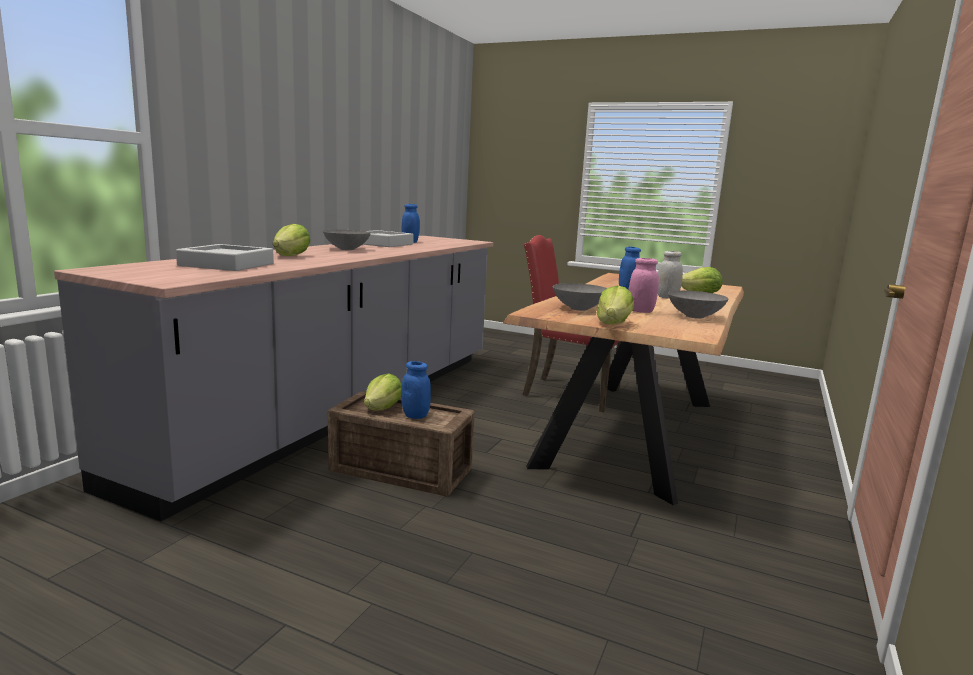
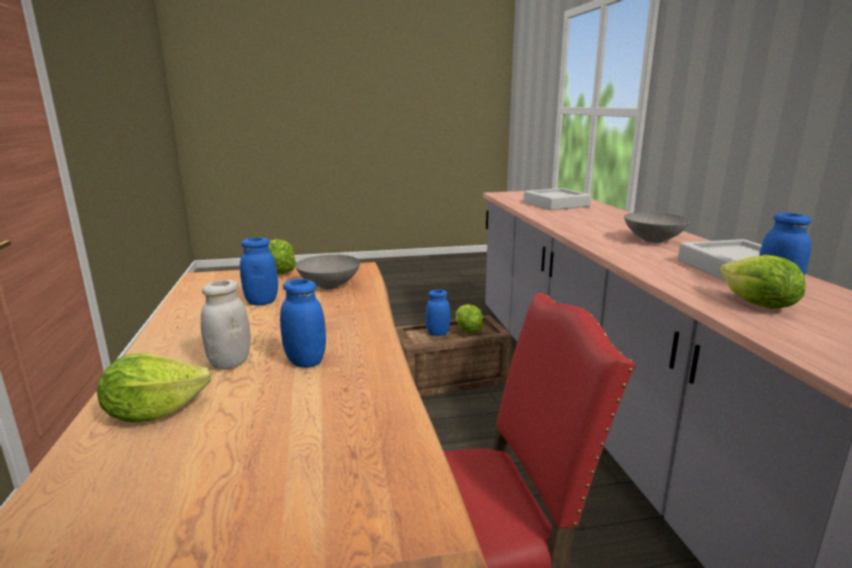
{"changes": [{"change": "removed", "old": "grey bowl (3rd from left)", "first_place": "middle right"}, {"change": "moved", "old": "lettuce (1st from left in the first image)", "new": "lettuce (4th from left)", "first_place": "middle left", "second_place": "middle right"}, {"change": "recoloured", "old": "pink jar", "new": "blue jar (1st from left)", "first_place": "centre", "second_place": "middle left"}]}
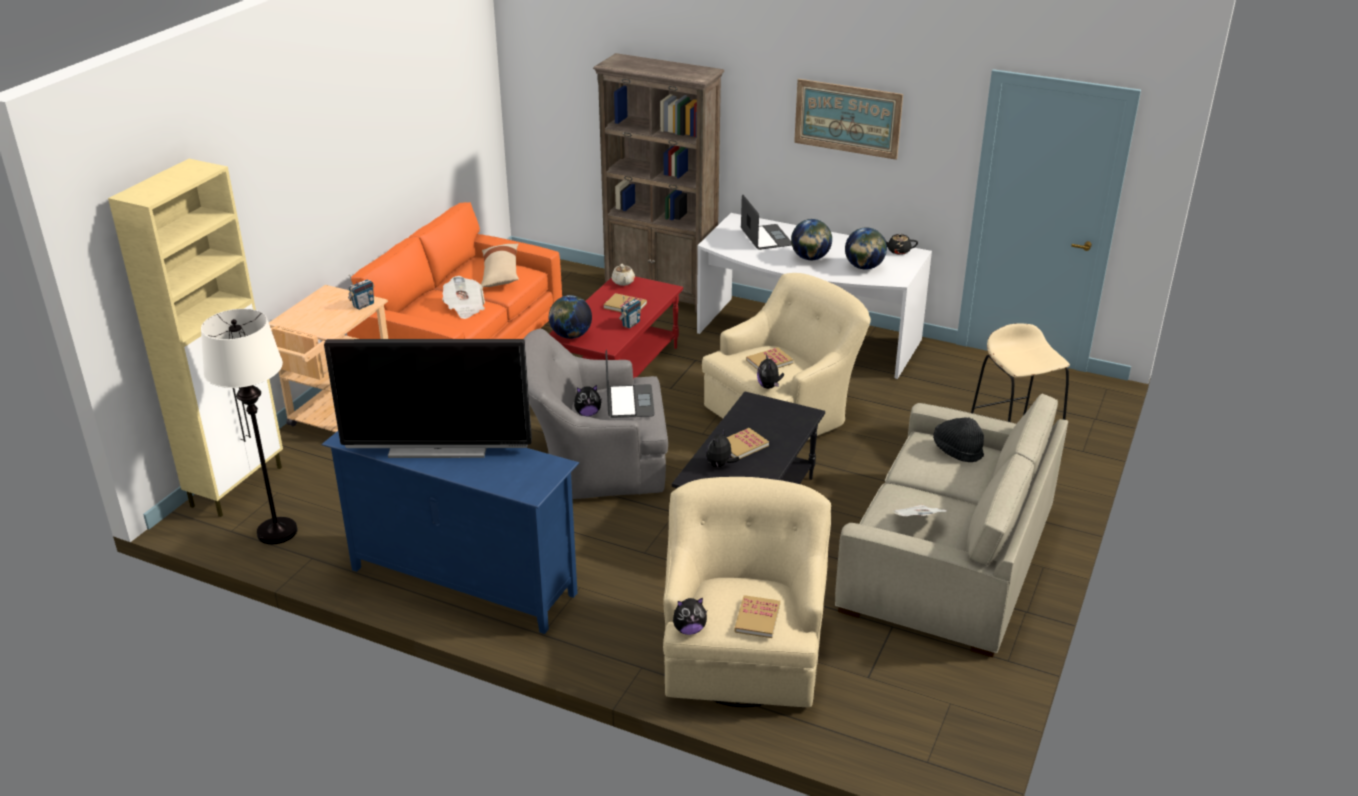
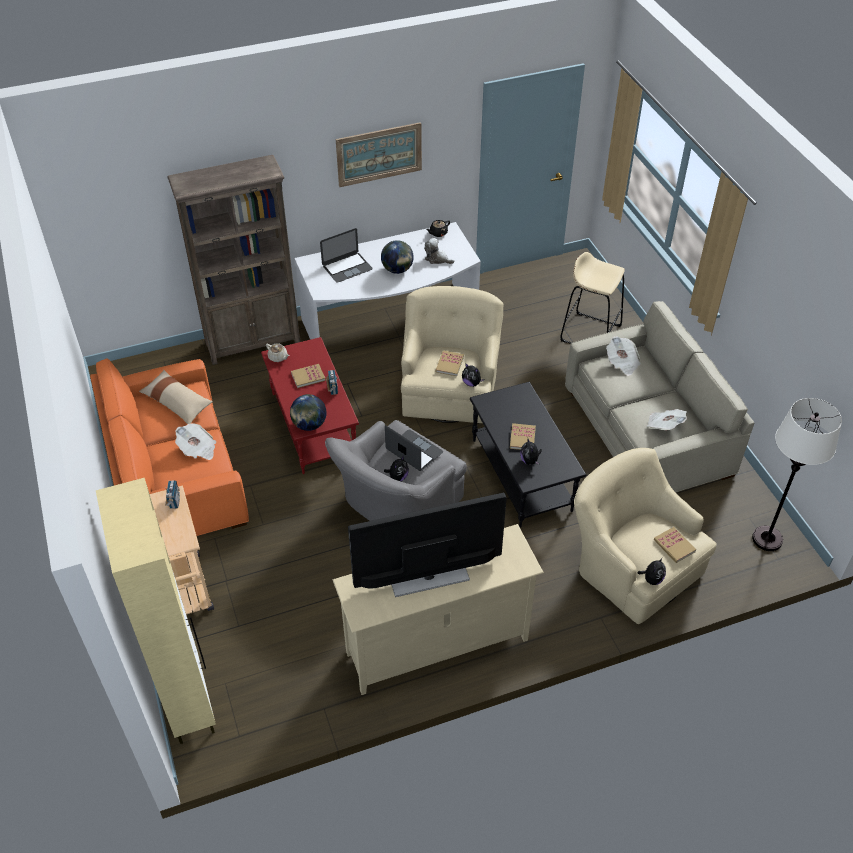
{"changes": [{"change": "moved", "old": "white floor lamp", "first_place": "middle left", "second_place": "middle right"}, {"change": "replaced", "old": "globe (3rd from left)", "new": "plush toy (2nd from left)", "first_place": "top centre", "second_place": "top centre"}, {"change": "replaced", "old": "black hat", "new": "newspaper (2nd from left)", "first_place": "middle right", "second_place": "middle right"}, {"change": "recoloured", "old": "blue tv stand", "new": "beige tv stand", "first_place": "bottom left", "second_place": "bottom centre"}, {"change": "turned", "old": "television", "first_place": "middle left", "second_place": "centre", "degrees": -150}, {"change": "turned", "old": "laptop (2nd from left in the first image)", "first_place": "top centre", "second_place": "top centre", "degrees": 120}]}
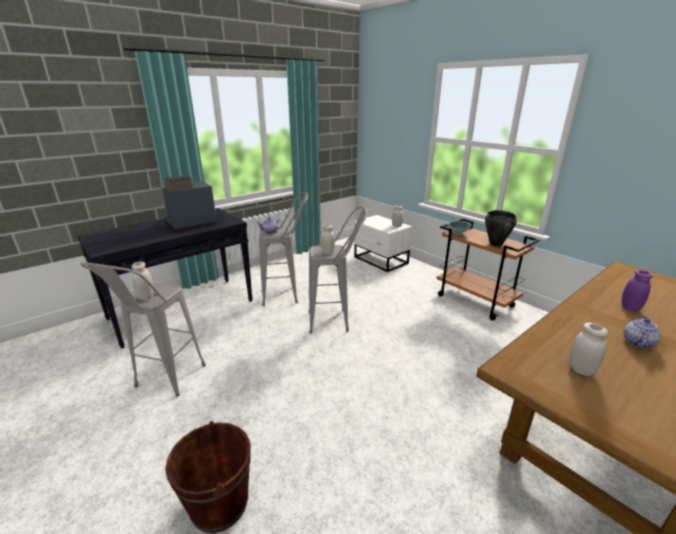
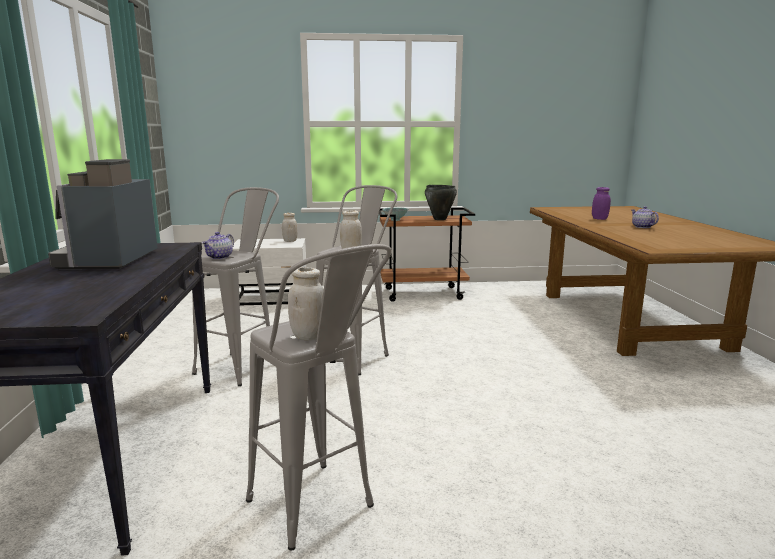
{"changes": [{"change": "removed", "old": "brown bucket", "first_place": "bottom left"}, {"change": "removed", "old": "white jar (4th from left)", "first_place": "middle right"}]}
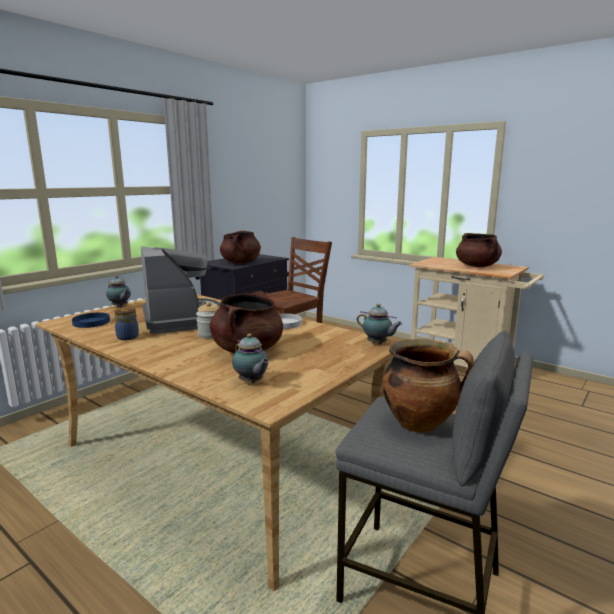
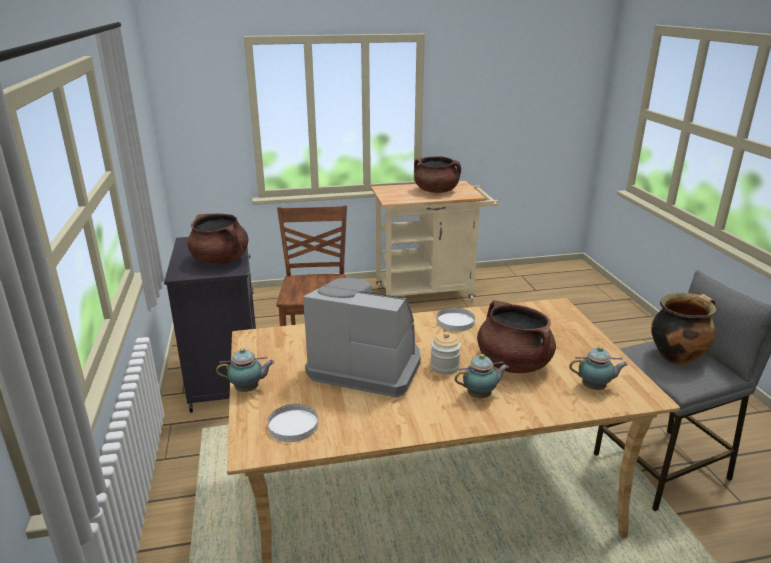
{"changes": [{"change": "removed", "old": "jar (1st from left)", "first_place": "middle left"}, {"change": "moved", "old": "teapot (3rd from left in the first image)", "new": "teapot (2nd from left)", "first_place": "centre", "second_place": "bottom centre"}, {"change": "recoloured", "old": "blue plate", "new": "white plate (1st from left)", "first_place": "middle left", "second_place": "bottom centre"}]}
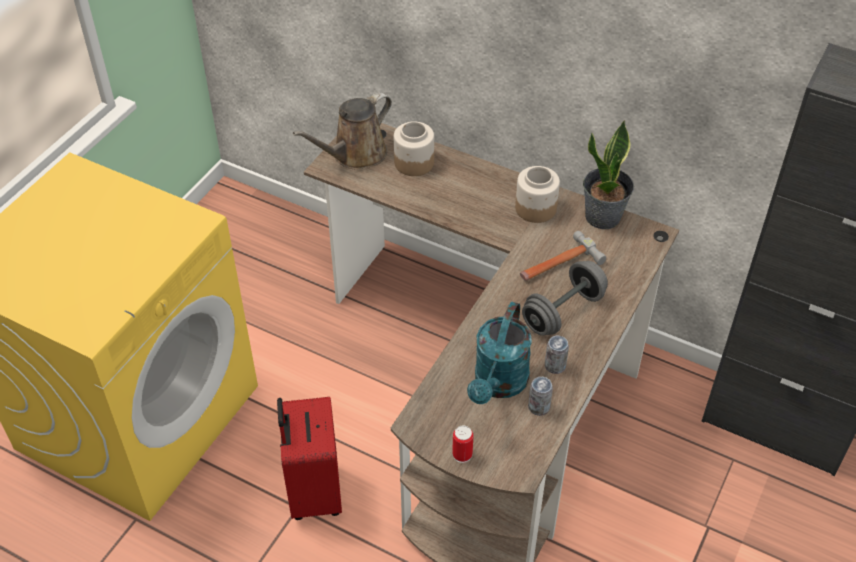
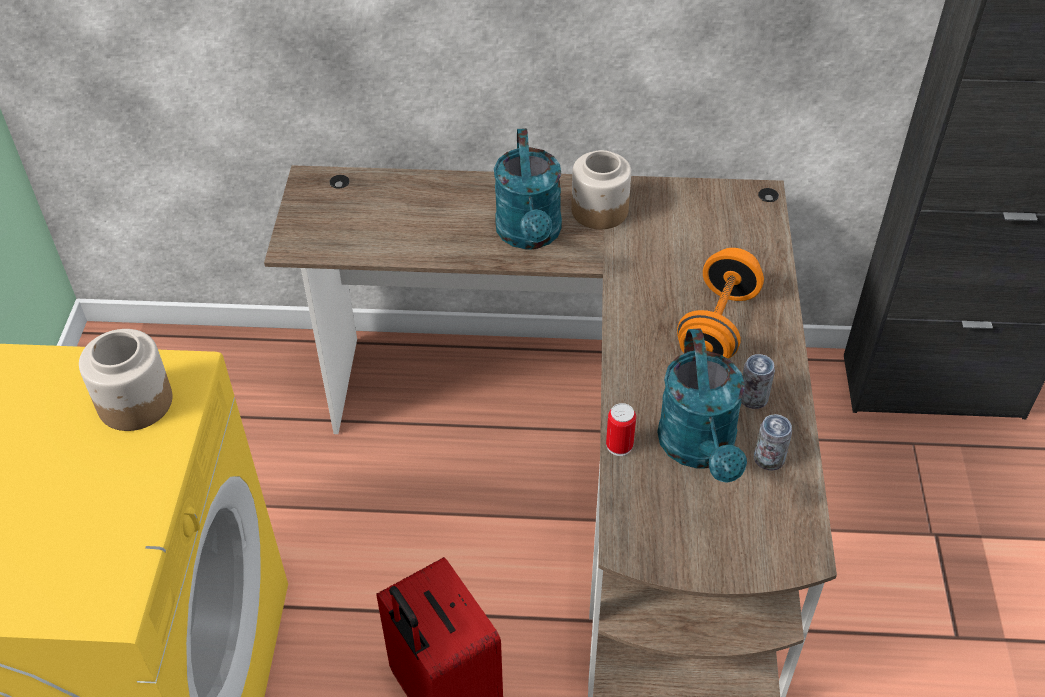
{"changes": [{"change": "removed", "old": "brown watering can", "first_place": "top centre"}, {"change": "removed", "old": "hammer", "first_place": "centre"}, {"change": "removed", "old": "potted plant", "first_place": "top right"}, {"change": "added", "new": "turquoise watering can (1st from left)", "second_place": "top centre"}, {"change": "moved", "old": "jar (1st from left)", "first_place": "top centre", "second_place": "middle left"}, {"change": "moved", "old": "can (1st from left)", "first_place": "bottom centre", "second_place": "centre"}, {"change": "recoloured", "old": "grey dumbbell", "new": "orange dumbbell", "first_place": "centre", "second_place": "middle right"}]}
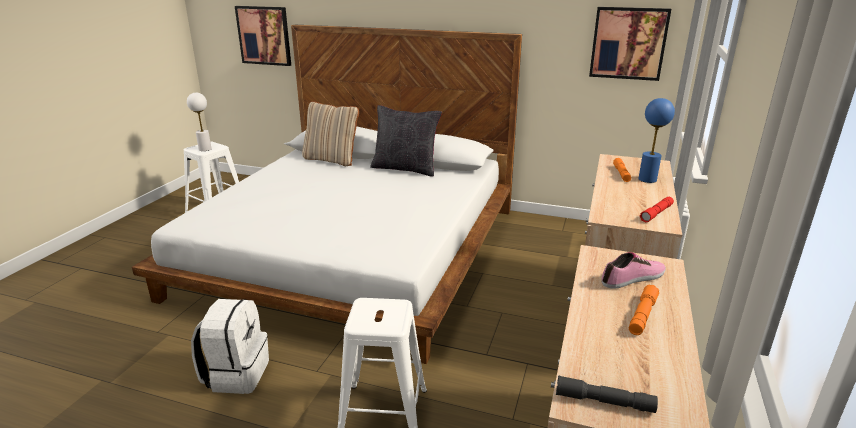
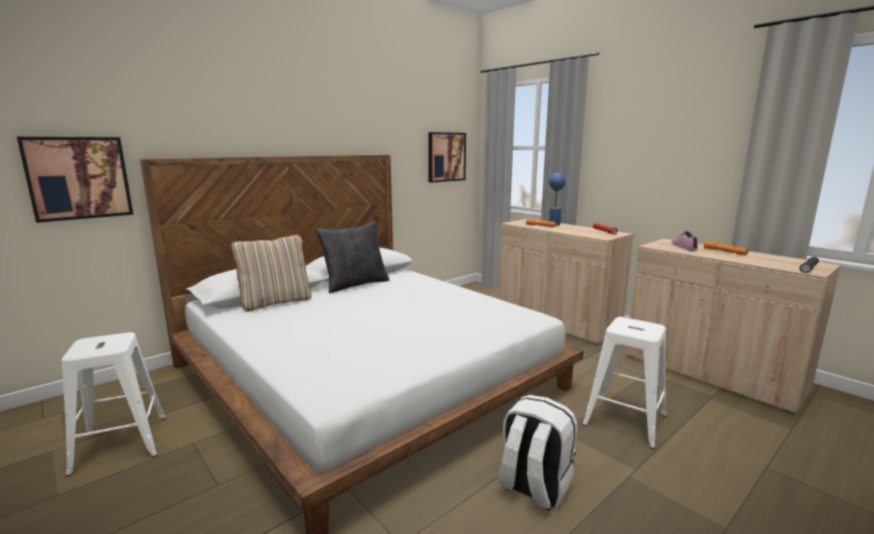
{"changes": [{"change": "removed", "old": "white table lamp", "first_place": "top left"}]}
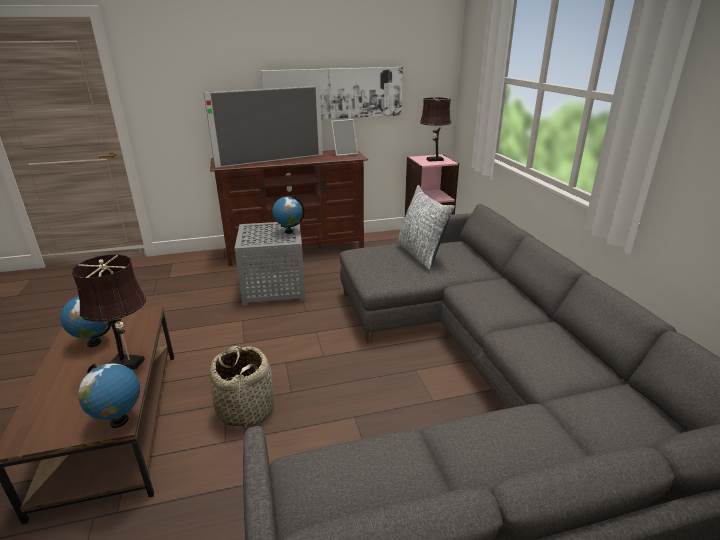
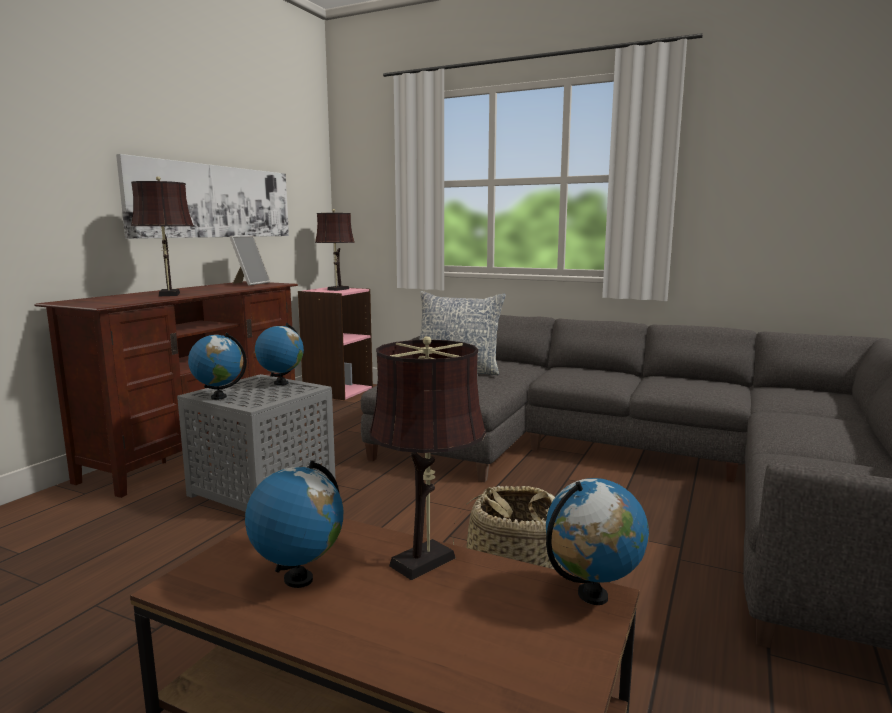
{"changes": [{"change": "added", "new": "globe (1st from left)", "second_place": "middle left"}, {"change": "replaced", "old": "television", "new": "brown table lamp (1st from left)", "first_place": "top centre", "second_place": "top left"}]}
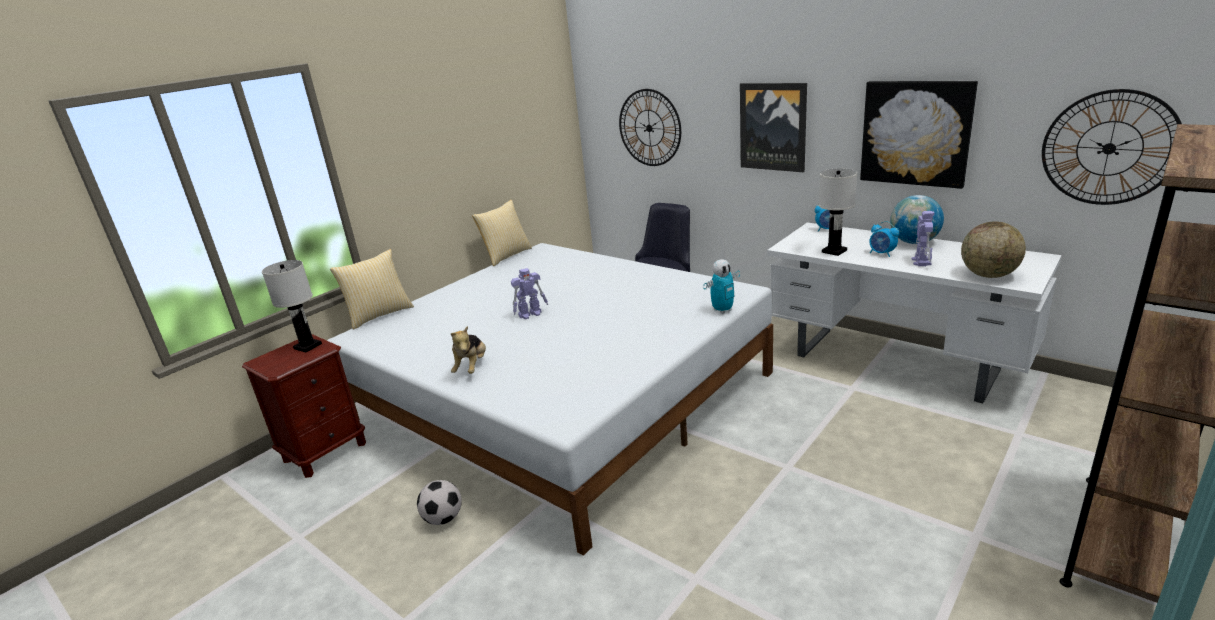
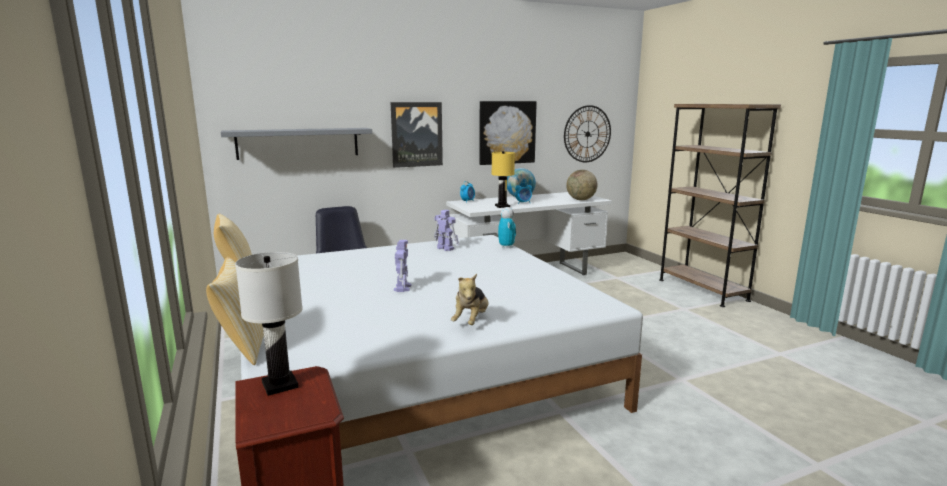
{"changes": [{"change": "removed", "old": "football", "first_place": "bottom centre"}, {"change": "moved", "old": "toy robot (3rd from left in the first image)", "new": "toy robot (2nd from left)", "first_place": "middle right", "second_place": "centre"}, {"change": "replaced", "old": "wall clock (1st from left)", "new": "grey shelf", "first_place": "top centre", "second_place": "top left"}, {"change": "recoloured", "old": "white table lamp (2nd from left)", "new": "yellow table lamp", "first_place": "middle right", "second_place": "centre"}, {"change": "turned", "old": "plush toy", "first_place": "centre", "second_place": "centre", "degrees": 75}]}
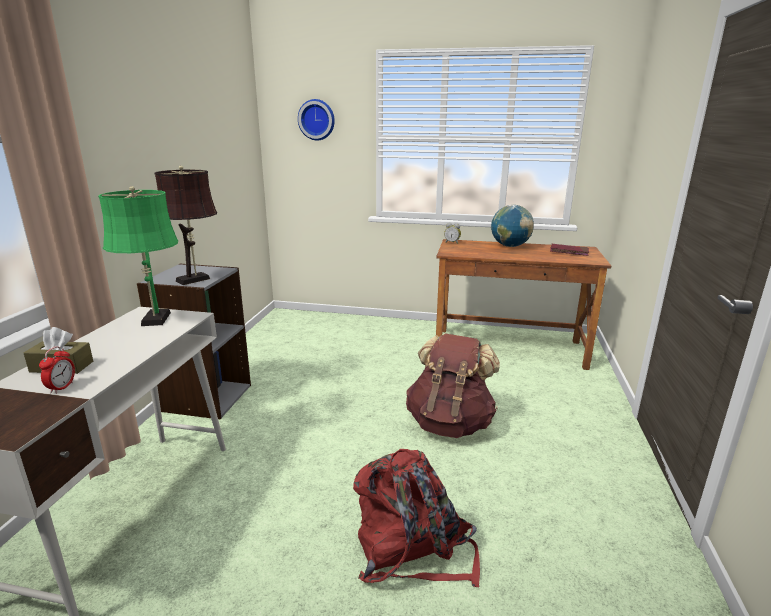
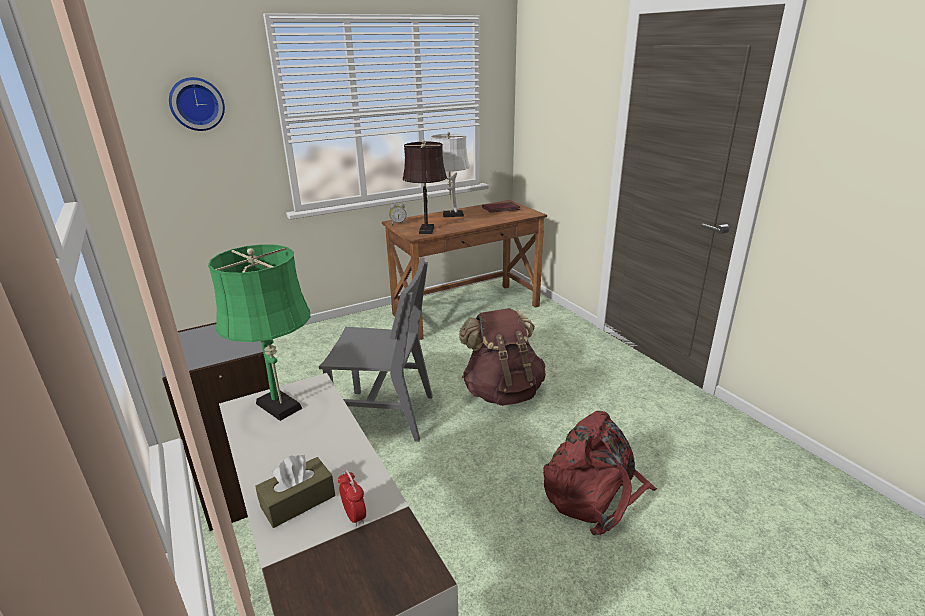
{"changes": [{"change": "added", "new": "grey chair", "second_place": "centre"}, {"change": "moved", "old": "brown table lamp", "first_place": "middle left", "second_place": "top centre"}, {"change": "replaced", "old": "globe", "new": "white table lamp", "first_place": "centre", "second_place": "top centre"}]}
